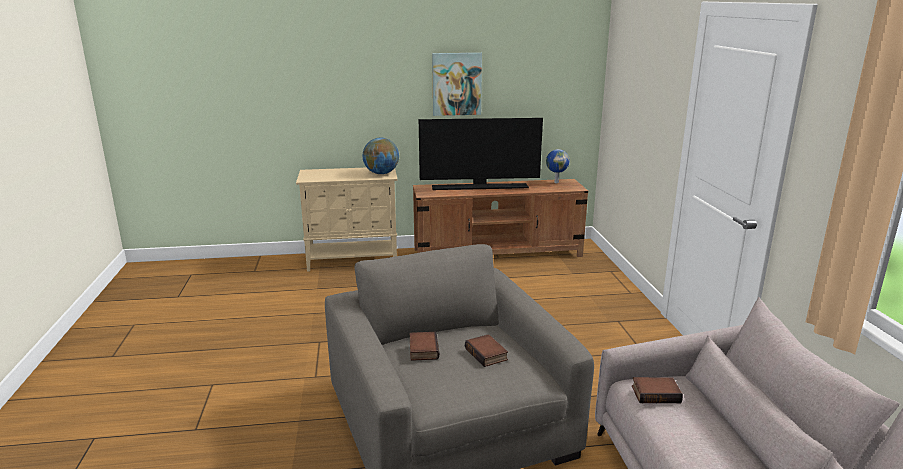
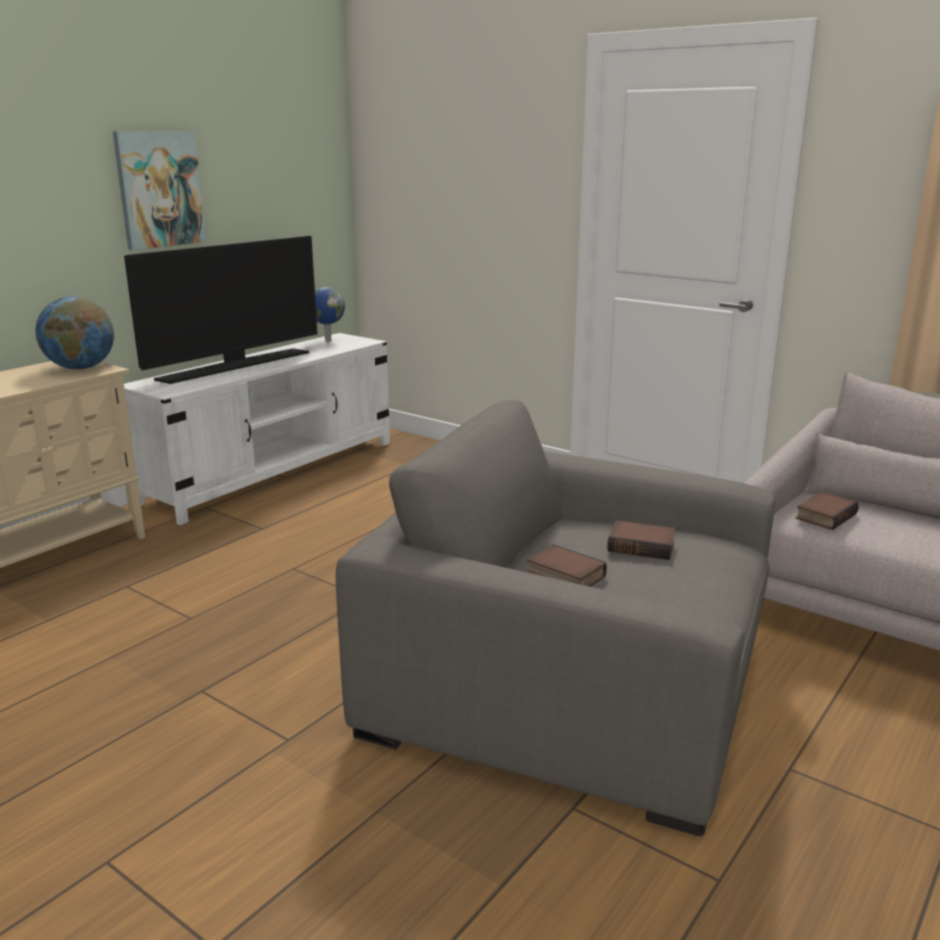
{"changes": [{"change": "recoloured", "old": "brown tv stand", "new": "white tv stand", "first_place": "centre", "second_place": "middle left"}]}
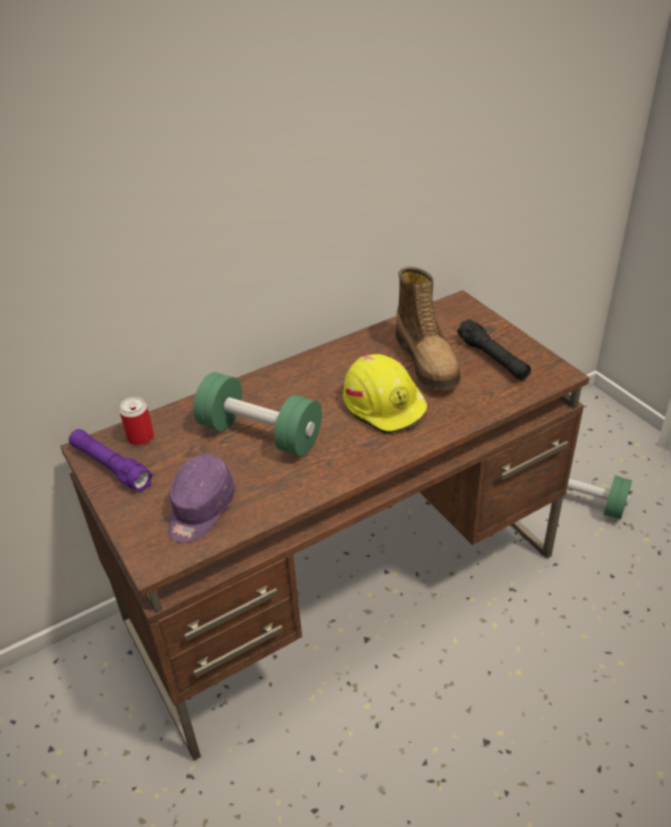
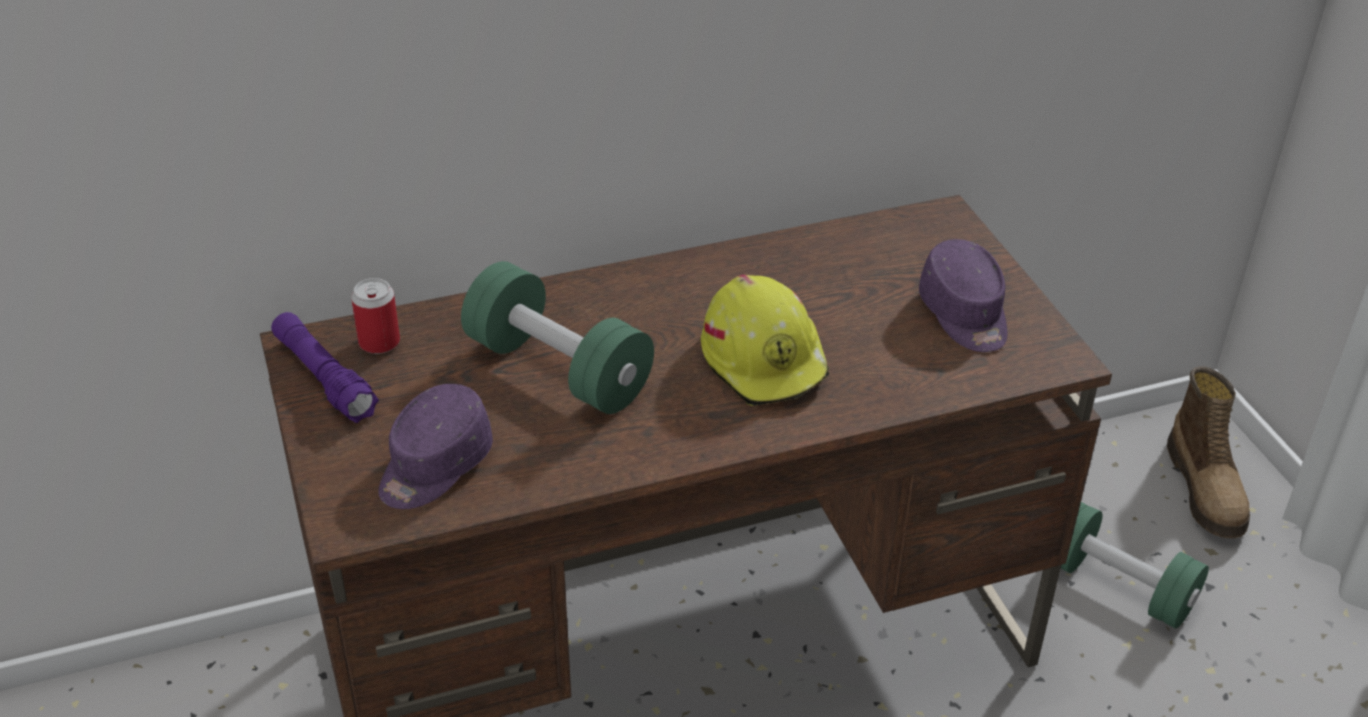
{"changes": [{"change": "moved", "old": "boot", "first_place": "centre", "second_place": "middle right"}, {"change": "replaced", "old": "black flashlight", "new": "purple cap (2nd from left)", "first_place": "middle right", "second_place": "middle right"}]}
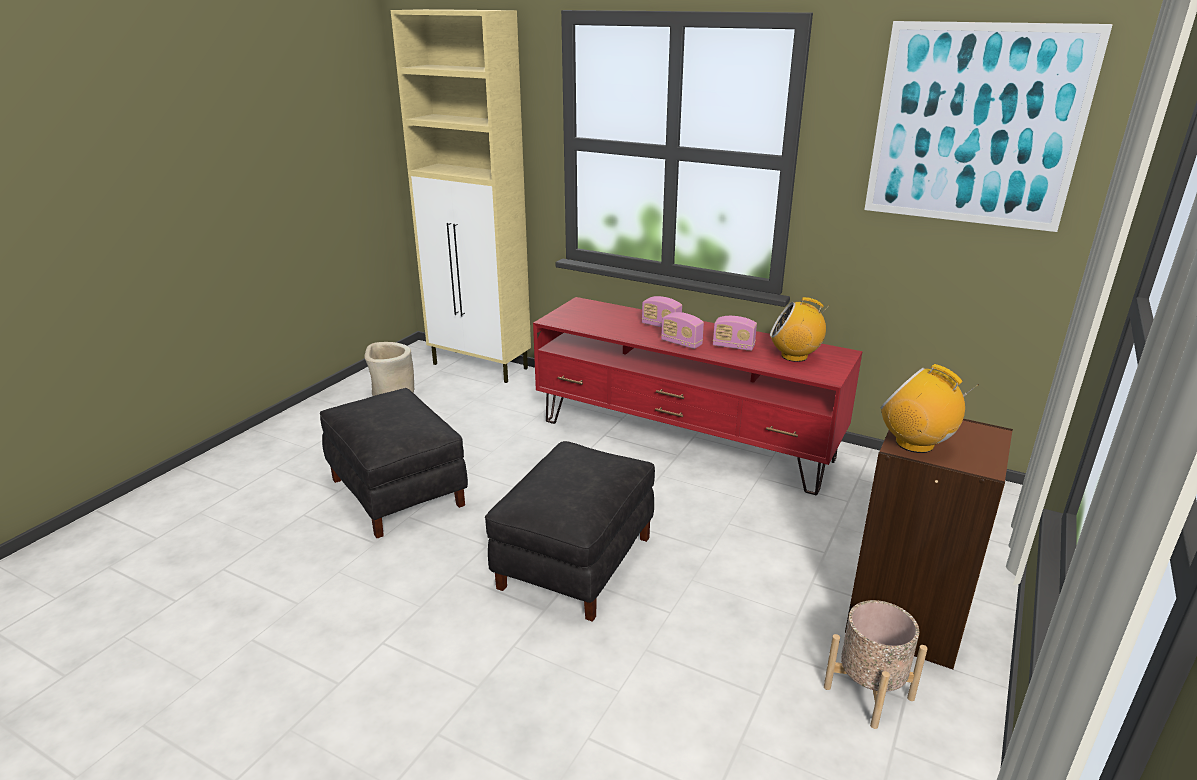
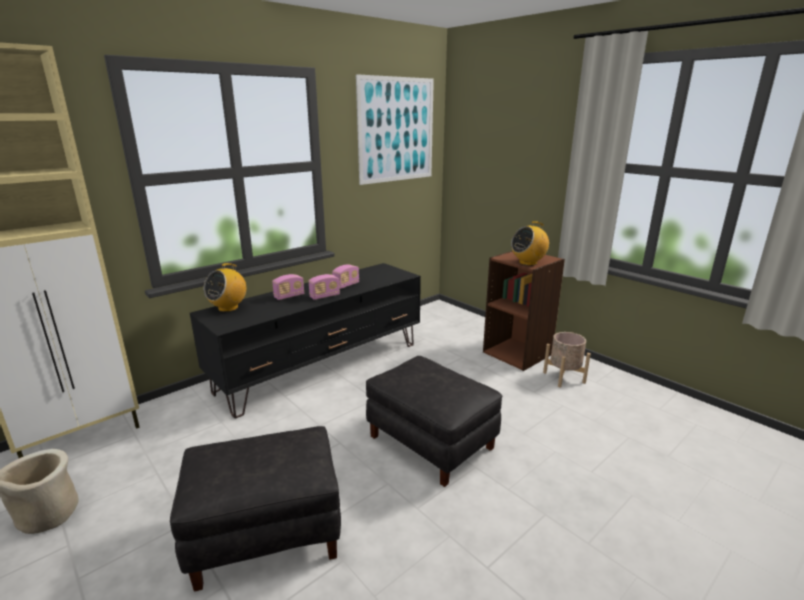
{"changes": [{"change": "moved", "old": "radio (4th from left in the first image)", "new": "radio (1st from left)", "first_place": "middle right", "second_place": "middle left"}, {"change": "recoloured", "old": "red tv stand", "new": "black tv stand", "first_place": "centre", "second_place": "centre"}]}
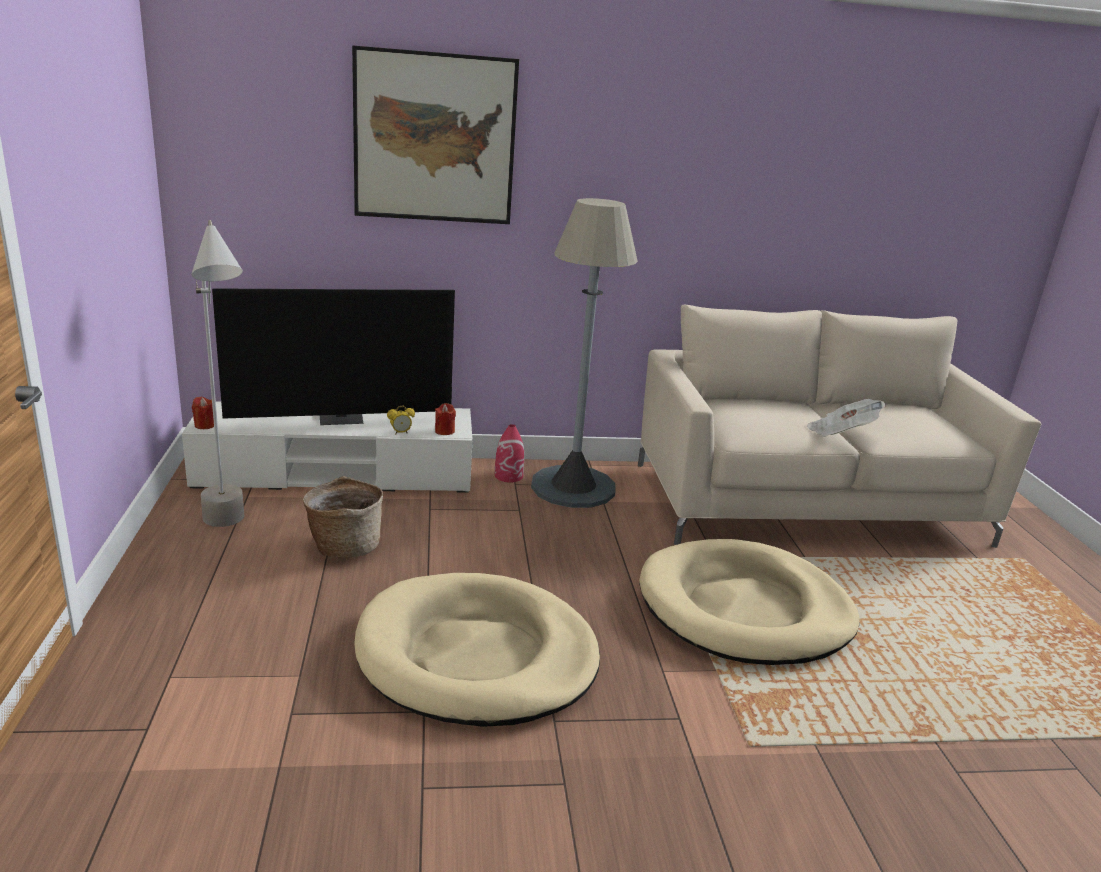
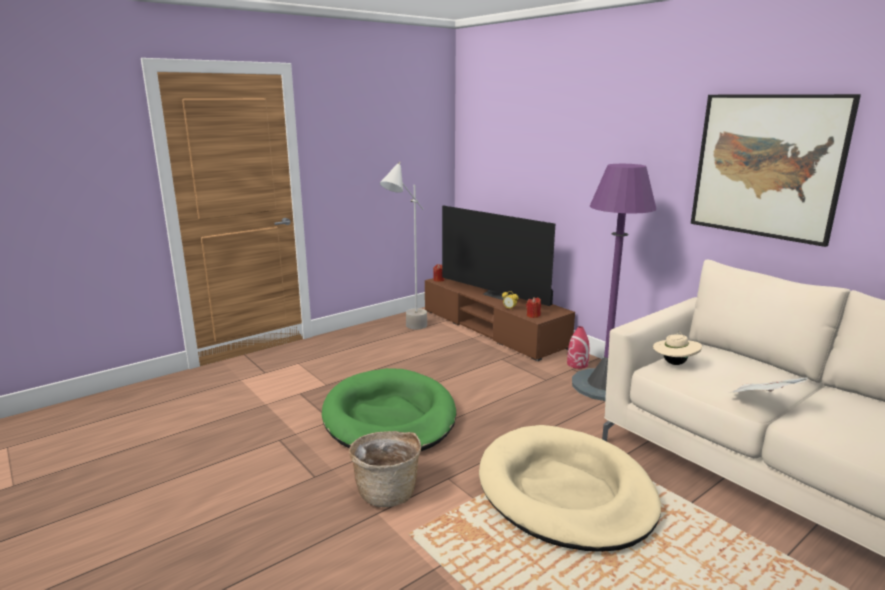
{"changes": [{"change": "added", "new": "beige hat", "second_place": "middle right"}, {"change": "moved", "old": "basket", "first_place": "middle left", "second_place": "bottom centre"}, {"change": "moved", "old": "picture", "first_place": "top centre", "second_place": "top right"}, {"change": "recoloured", "old": "white tv stand", "new": "brown tv stand", "first_place": "middle left", "second_place": "centre"}, {"change": "recoloured", "old": "beige dog bed (1st from left)", "new": "green dog bed", "first_place": "bottom centre", "second_place": "bottom centre"}, {"change": "recoloured", "old": "grey floor lamp (2nd from left)", "new": "purple floor lamp", "first_place": "centre", "second_place": "middle right"}]}
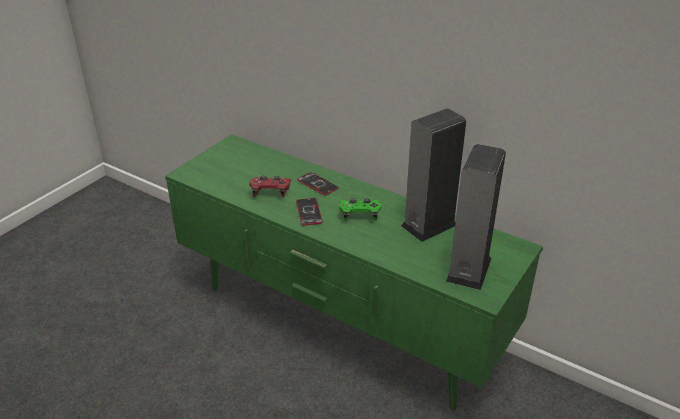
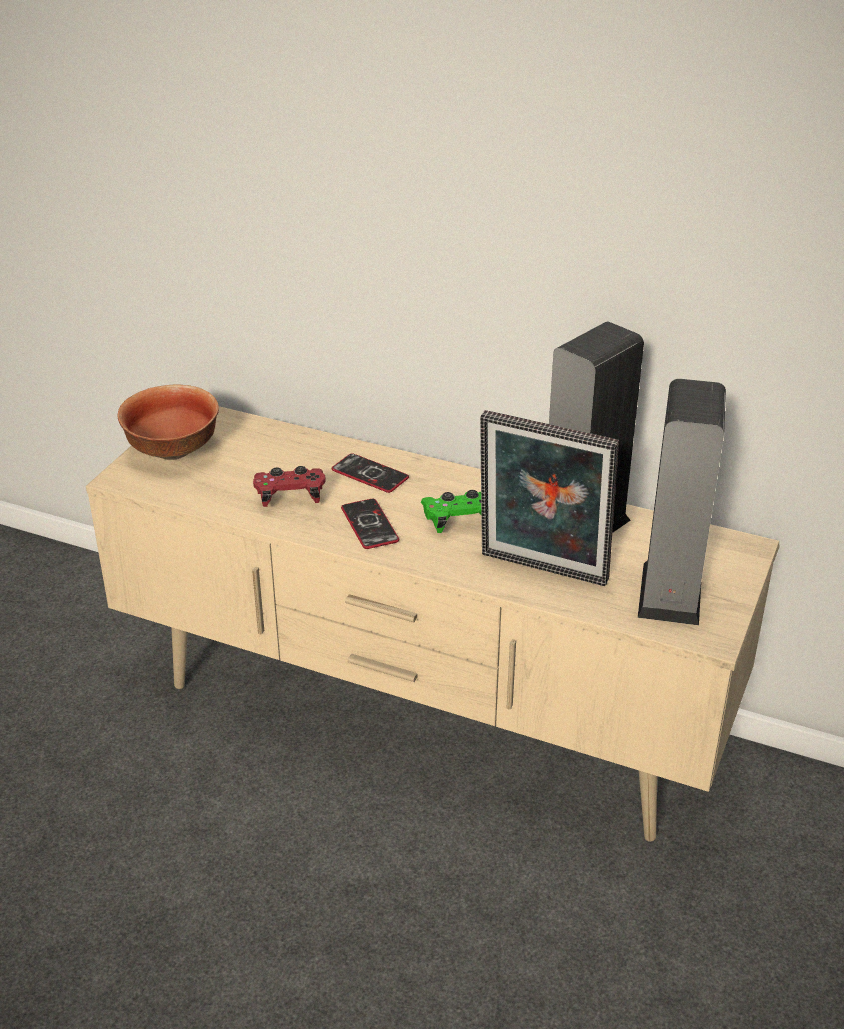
{"changes": [{"change": "added", "new": "bowl", "second_place": "middle left"}, {"change": "added", "new": "picture frame", "second_place": "centre"}, {"change": "recoloured", "old": "green tv stand", "new": "beige tv stand", "first_place": "centre", "second_place": "centre"}]}
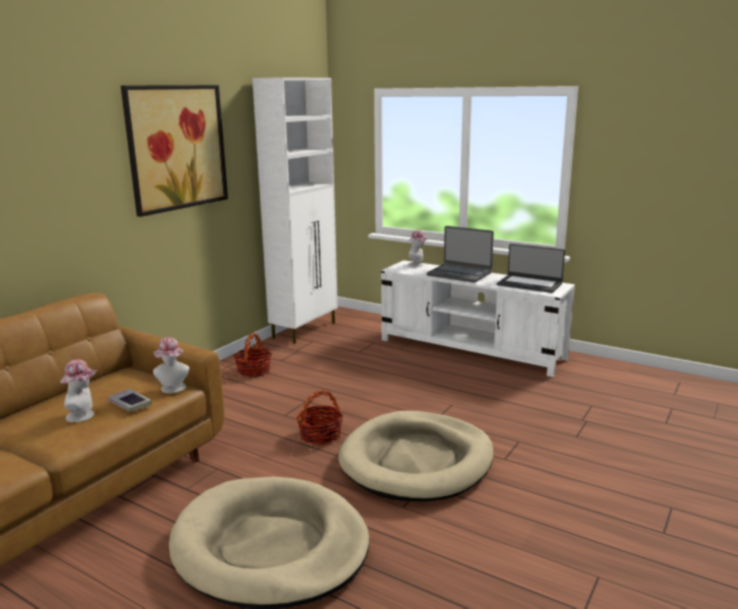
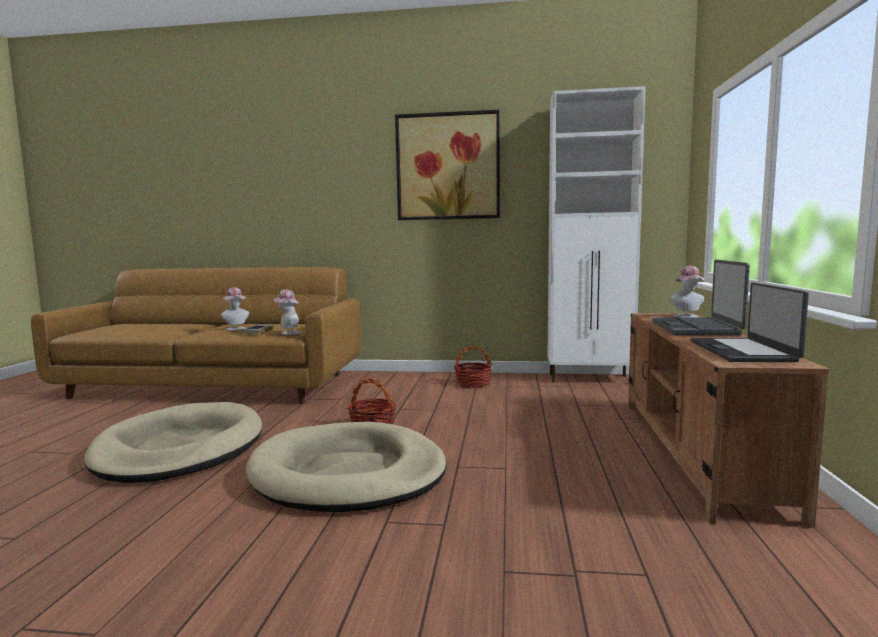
{"changes": [{"change": "recoloured", "old": "white tv stand", "new": "brown tv stand", "first_place": "centre", "second_place": "middle right"}]}
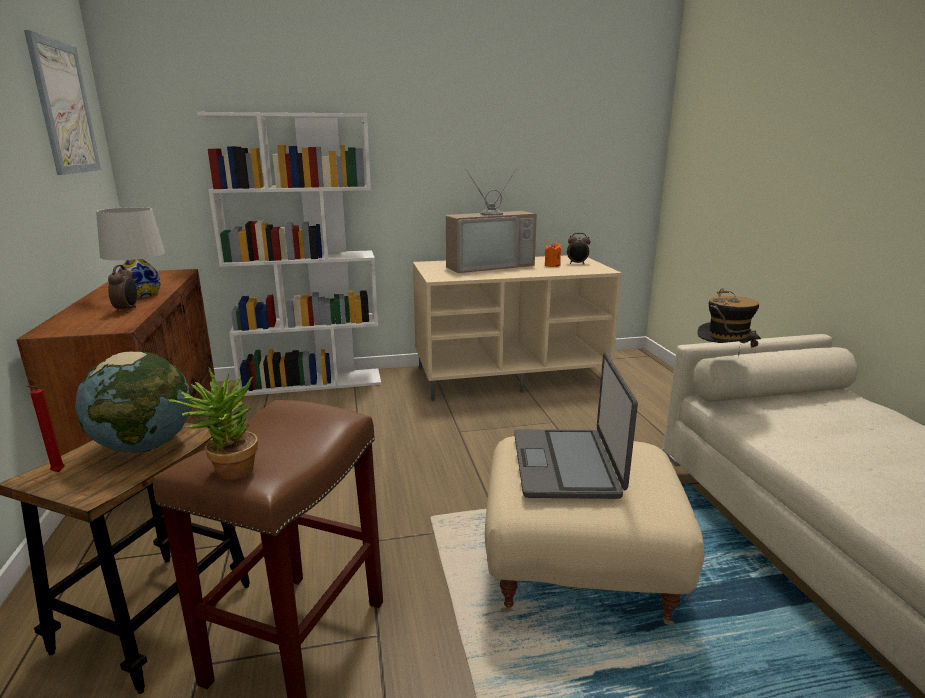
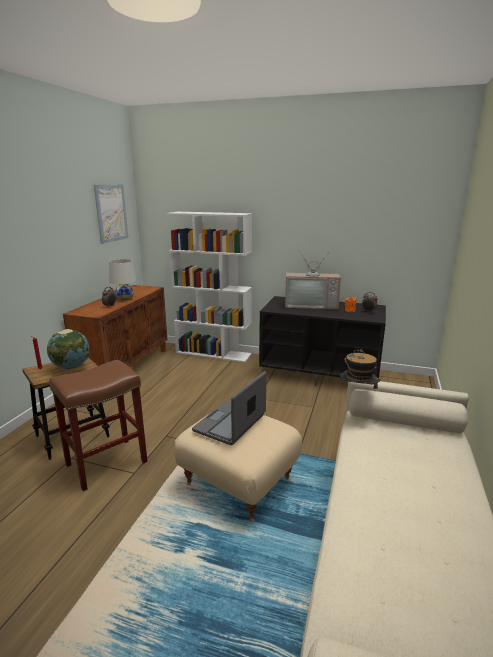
{"changes": [{"change": "removed", "old": "potted plant", "first_place": "middle left"}, {"change": "recoloured", "old": "beige tv stand", "new": "black tv stand", "first_place": "centre", "second_place": "centre"}]}
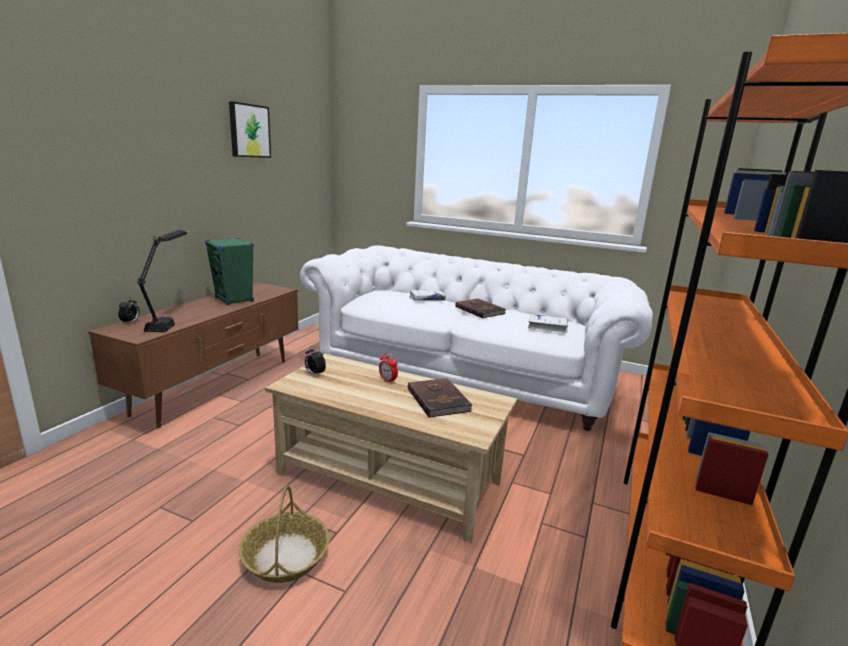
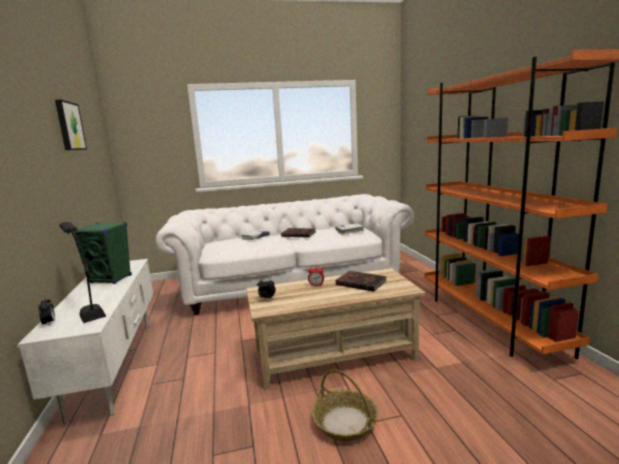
{"changes": [{"change": "recoloured", "old": "brown tv stand", "new": "white tv stand", "first_place": "middle left", "second_place": "bottom left"}]}
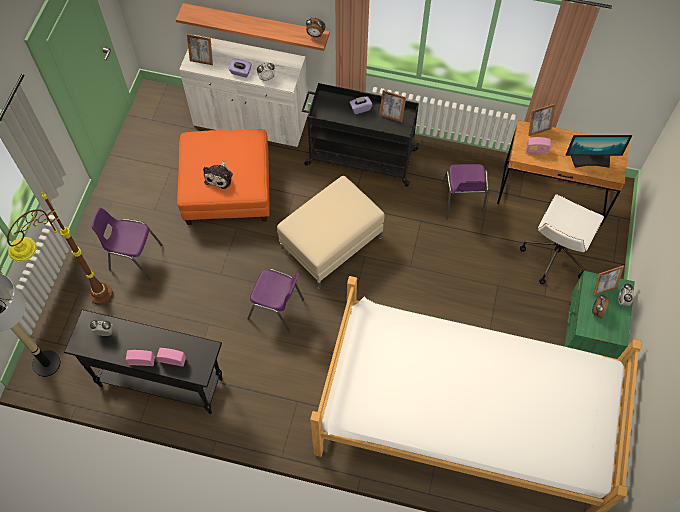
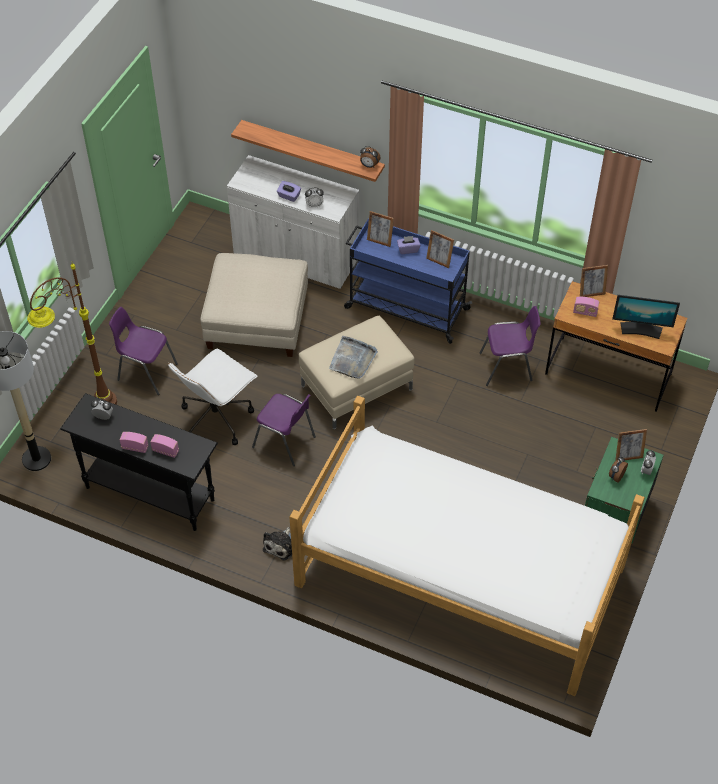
{"changes": [{"change": "added", "new": "grey tray", "second_place": "centre"}, {"change": "moved", "old": "picture frame (1st from left)", "first_place": "top left", "second_place": "top centre"}, {"change": "moved", "old": "plush toy", "first_place": "middle left", "second_place": "bottom centre"}, {"change": "moved", "old": "white office chair", "first_place": "middle right", "second_place": "middle left"}, {"change": "recoloured", "old": "orange ottoman", "new": "beige ottoman (1st from left)", "first_place": "middle left", "second_place": "centre"}, {"change": "recoloured", "old": "black cart", "new": "blue cart", "first_place": "top centre", "second_place": "centre"}, {"change": "turned", "old": "purple chair (3rd from left)", "first_place": "middle right", "second_place": "middle right", "degrees": -105}]}
